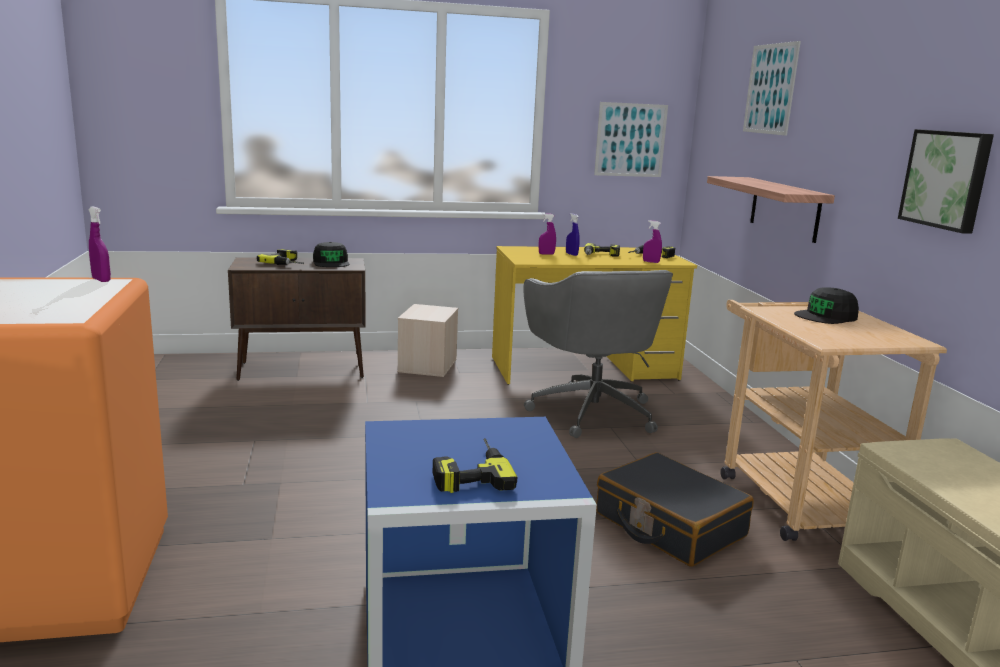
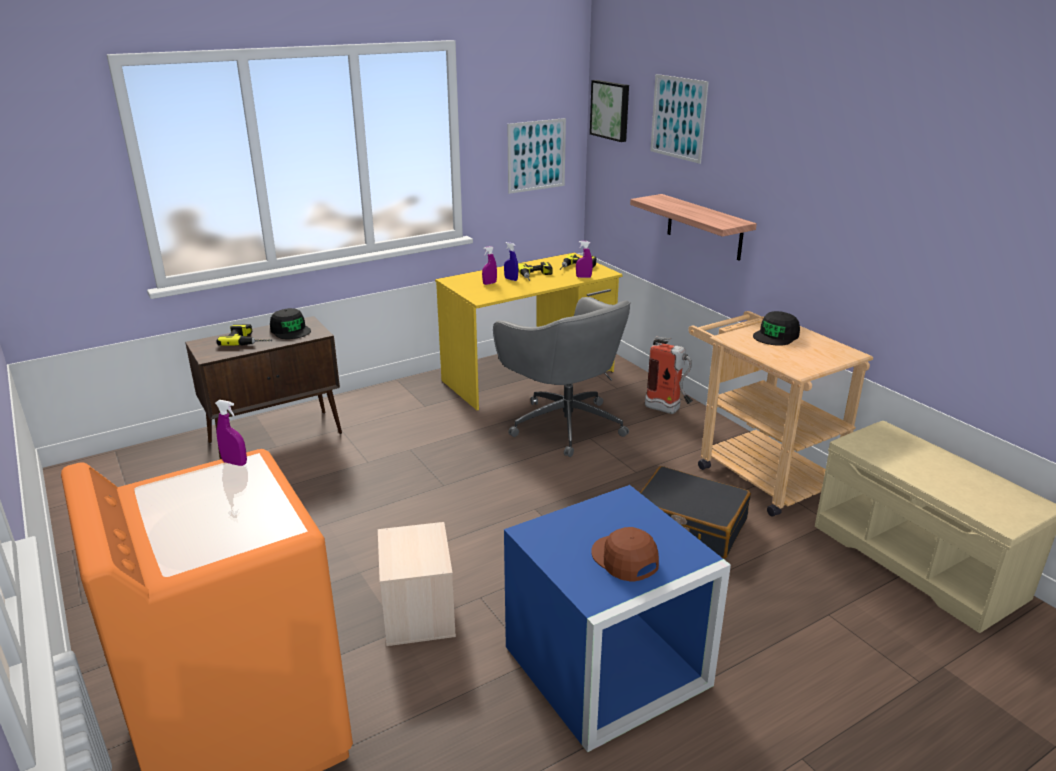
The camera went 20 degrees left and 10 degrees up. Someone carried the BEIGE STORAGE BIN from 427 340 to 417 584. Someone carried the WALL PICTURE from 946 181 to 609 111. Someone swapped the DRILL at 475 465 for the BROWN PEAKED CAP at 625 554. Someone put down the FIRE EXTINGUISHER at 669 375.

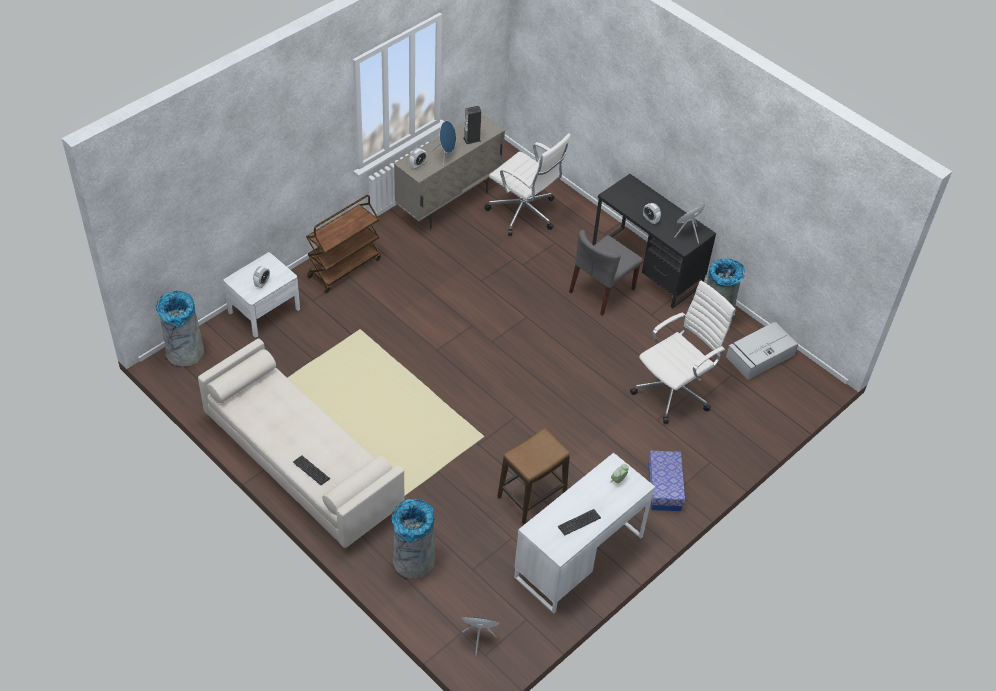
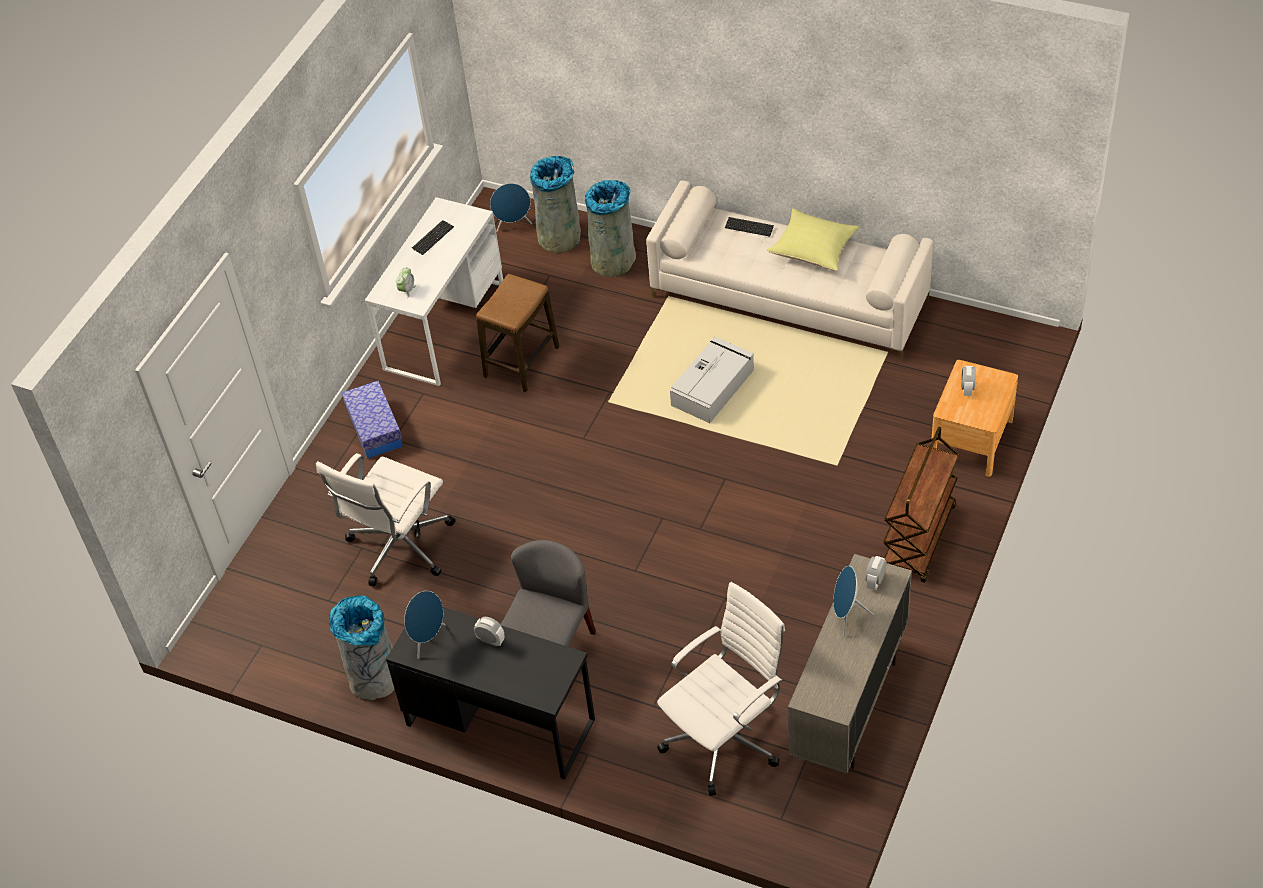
The camera went 165 degrees right and 0 degrees up. Someone carried the GREY RUBBISH BIN from 180 329 to 555 204. Someone rotated the WHITE-COLOURED OFFICE CHAIR at 527 184 by 120 degrees clockwise. Someone carried the GREY STORAGE BIN from 762 351 to 712 380. Someone put down the YELLOWISH PILLOW at 813 239. Someone repainted the WHITE-COLOURED BEDSIDE TABLE at 261 295, which became the BROWN BEDSIDE TABLE at 975 418. Someone took away the LOUDSPEAKER at 472 125.

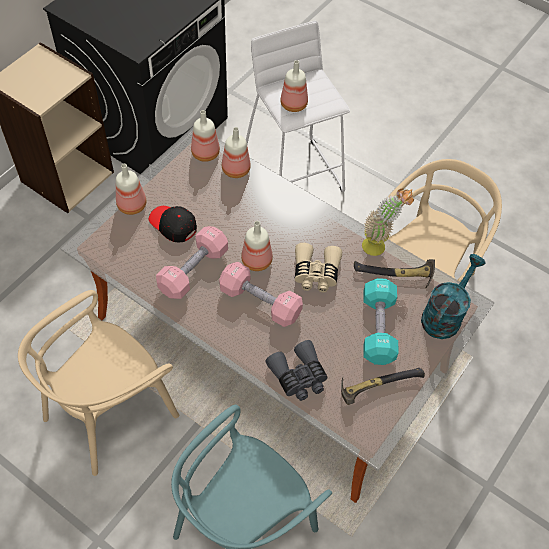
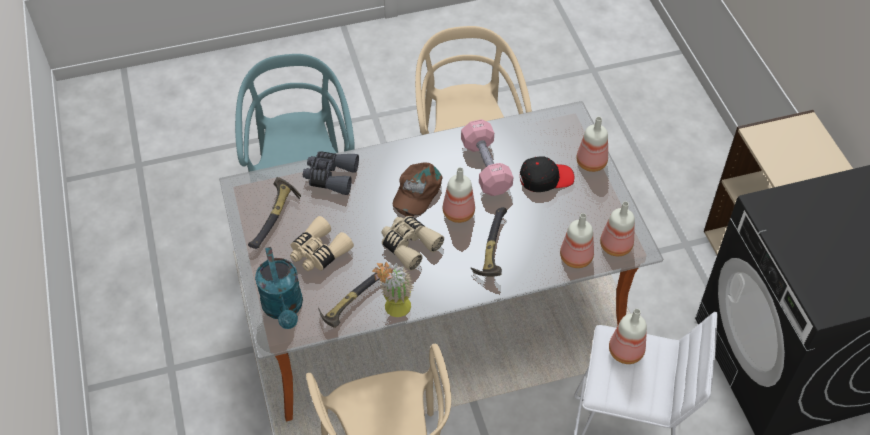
The camera went 130 degrees right and 5 degrees down. Someone swapped the BLUE-GREEN FREE WEIGHT at 381 321 for the BEIGE FIELD GLASSES at 322 243. Someone swapped the PINK FREE WEIGHT at 261 294 for the BROWN PEAKED CAP at 418 190. Someone put down the HAMMER at 489 242.

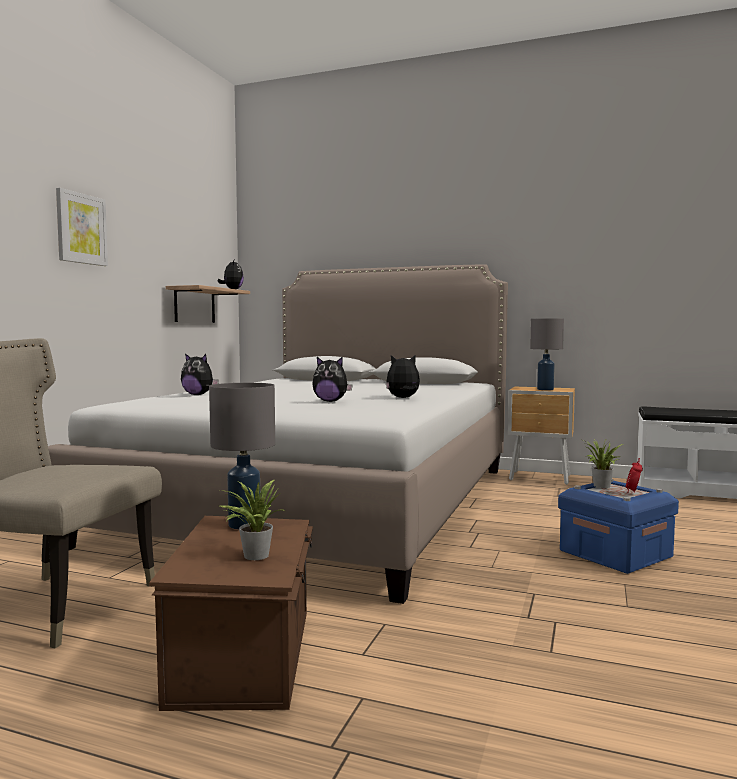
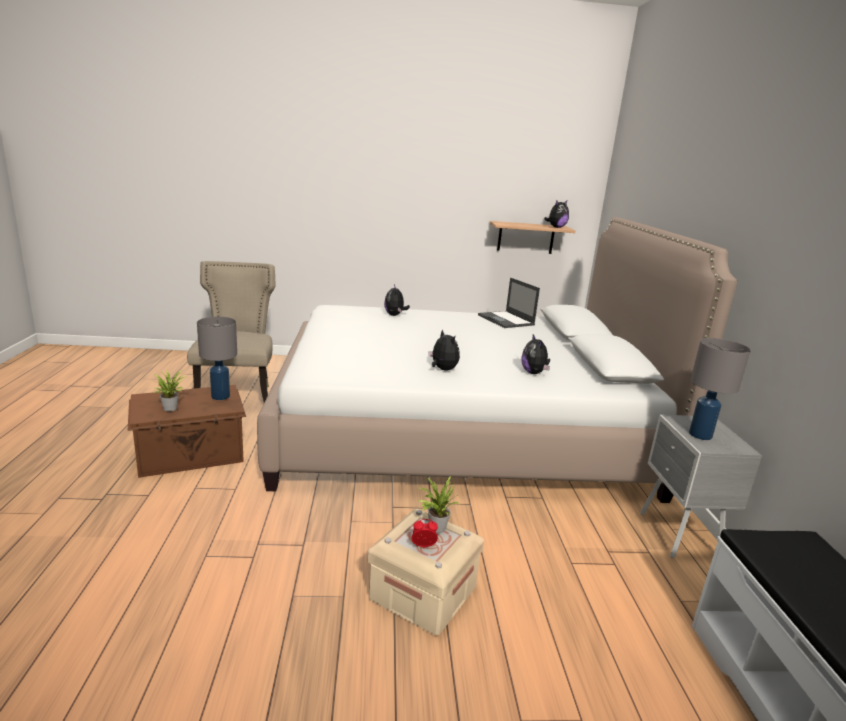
The camera went 65 degrees right and 15 degrees up. Someone repainted the BLUISH STORAGE BIN at 618 526, which became the BEIGE STORAGE BIN at 426 572. Someone put down the PORTABLE COMPUTER at 509 303. Someone carried the PLUSH TOY from 332 379 to 535 354. Someone repainted the BROWN BEDSIDE TABLE at 541 436, which became the GREY BEDSIDE TABLE at 701 486. Someone took away the WALL PICTURE at 82 227.

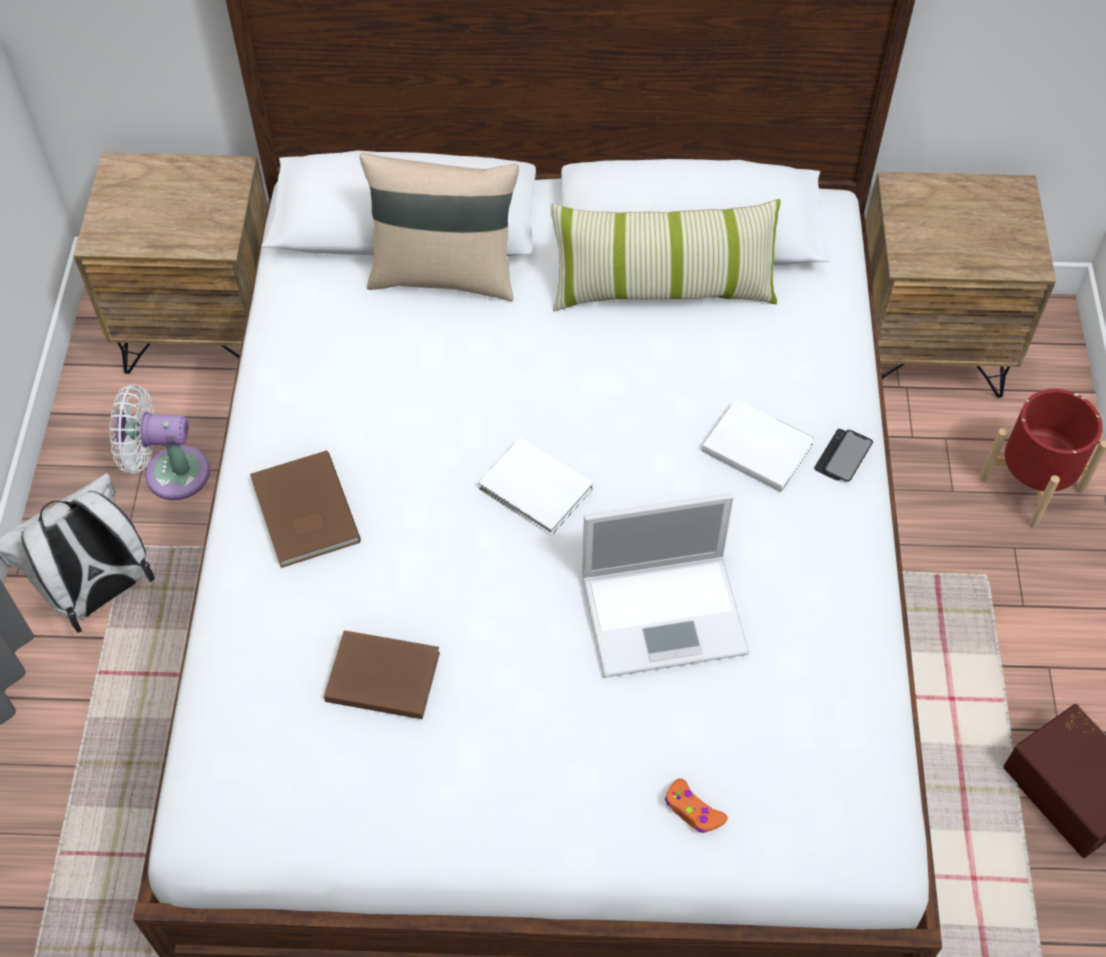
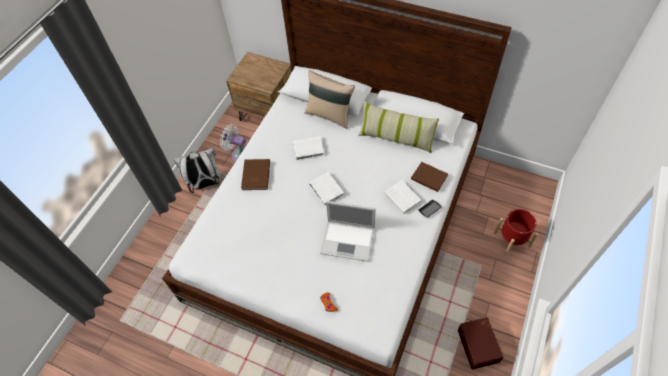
The camera went 25 degrees right and 0 degrees up. Someone put down the WHITE-COLOURED VOLUME at 308 148. Someone carried the BROWN VOLUME from 382 674 to 429 177. Someone took away the BROWN BEDSIDE TABLE at 961 285.

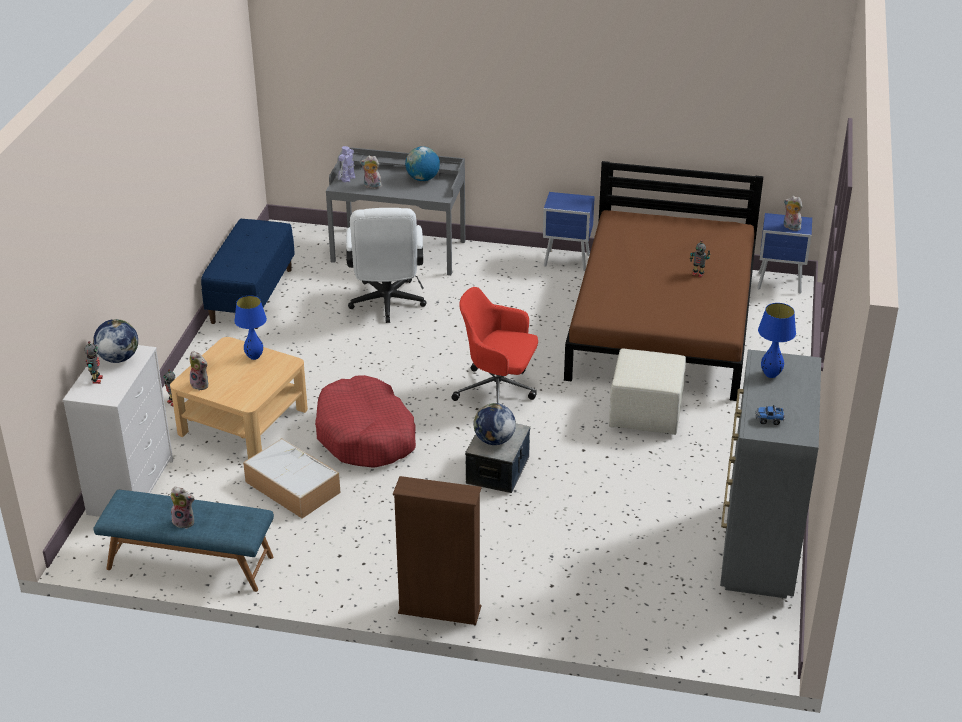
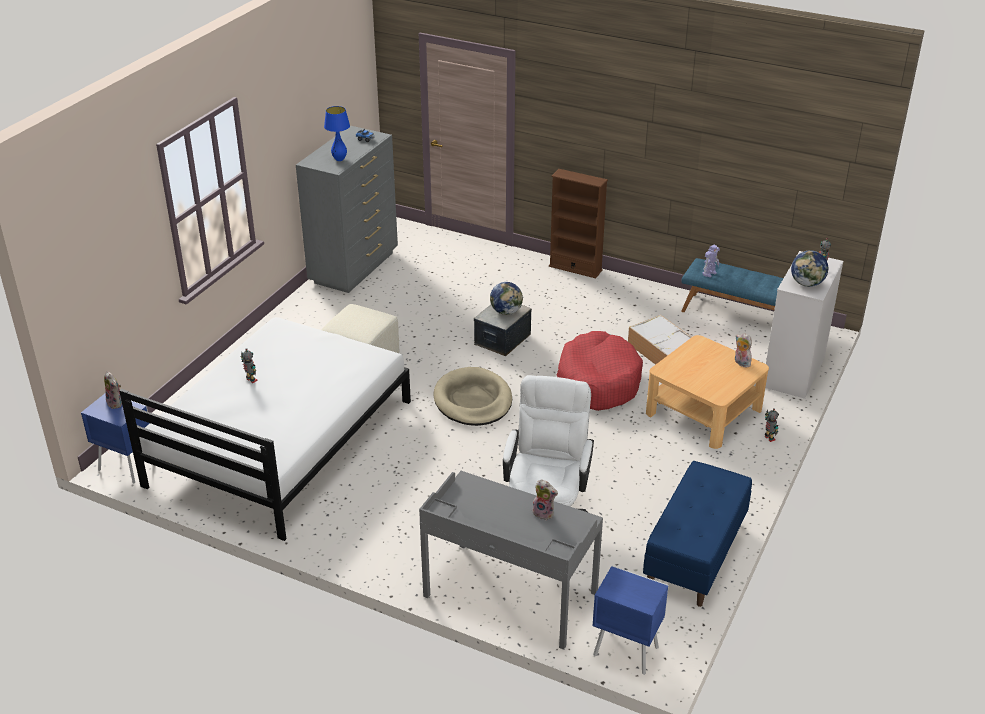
The camera went 165 degrees left and 0 degrees up. Someone repainted the BROWN BEDROOM BED at 664 281, which became the WHITE-COLOURED BEDROOM BED at 265 429. Someone swapped the RED-COLOURED OFFICE CHAIR at 494 345 for the BEIGE PET BED at 472 396. Someone carried the BLUISH BEDSIDE TABLE from 569 231 to 631 620. Someone carried the MODEL ROBOT from 347 164 to 711 261. Someone took away the PLUSH TOY at 182 507. Someone took away the BLUISH TABLE LAMP at 250 328. Someone took away the WORLD GLOBE at 422 163.

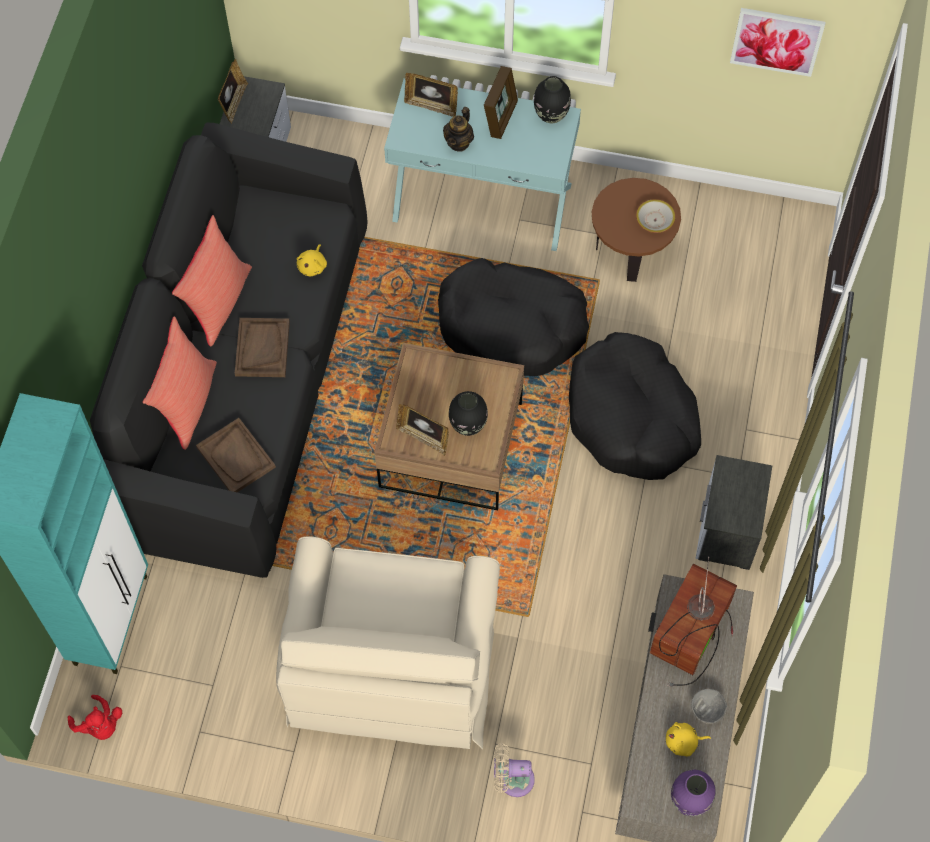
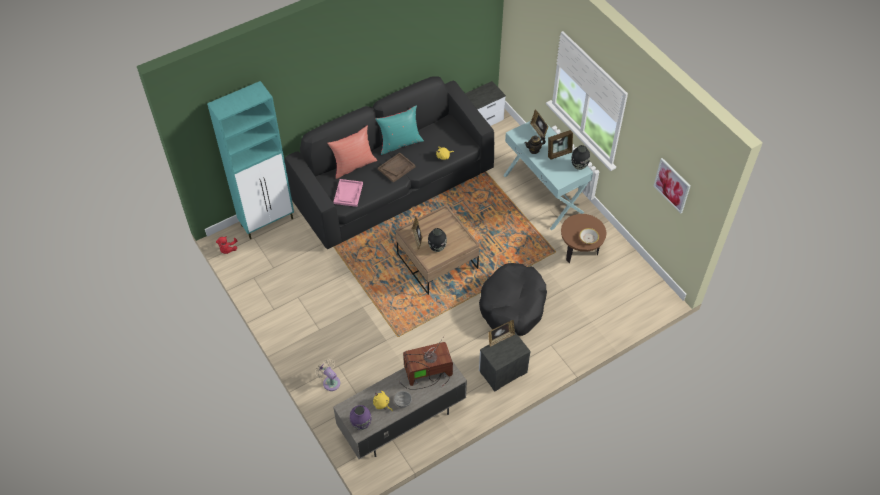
The camera went 45 degrees right and 10 degrees down. Someone repainted the BROWN SERVING TRAY at 236 455, which became the PINK SERVING TRAY at 348 193. Someone repainted the RED-COLOURED PILLOW at 212 281, which became the BLUE-GREEN PILLOW at 399 130. Someone carried the PHOTO FRAME from 233 91 to 501 333. Someone took away the BEIGE LOUNGE CHAIR at 388 643. Someone took away the BLACK PET BED at 513 317.

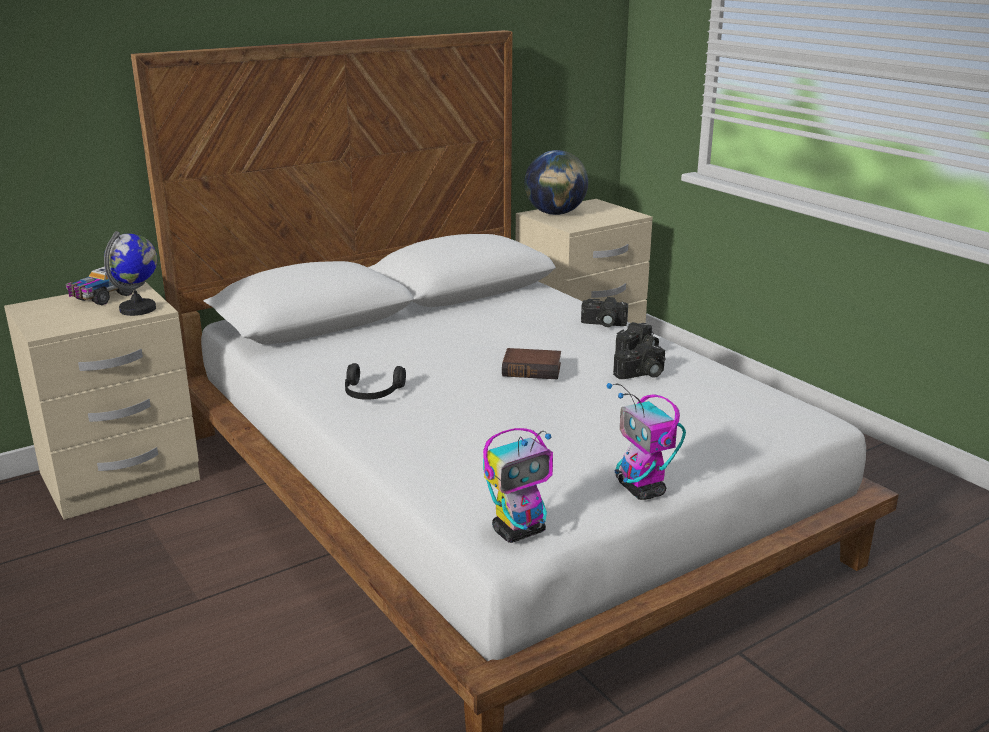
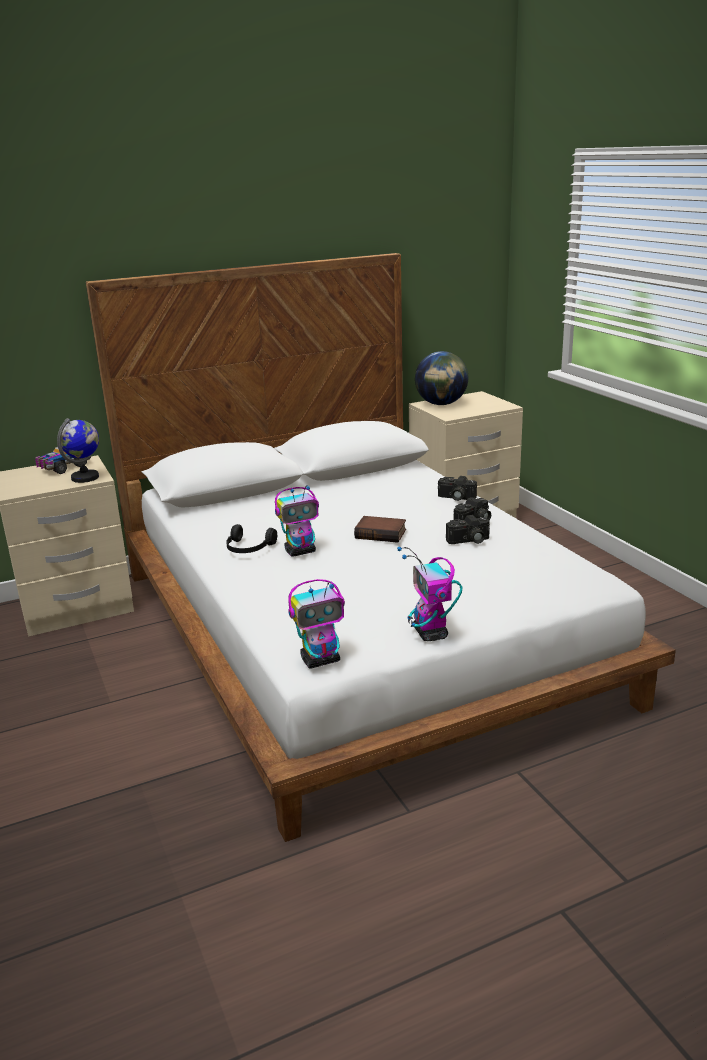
The camera went 10 degrees right and 0 degrees up. Someone put down the MODEL ROBOT at 297 521.

